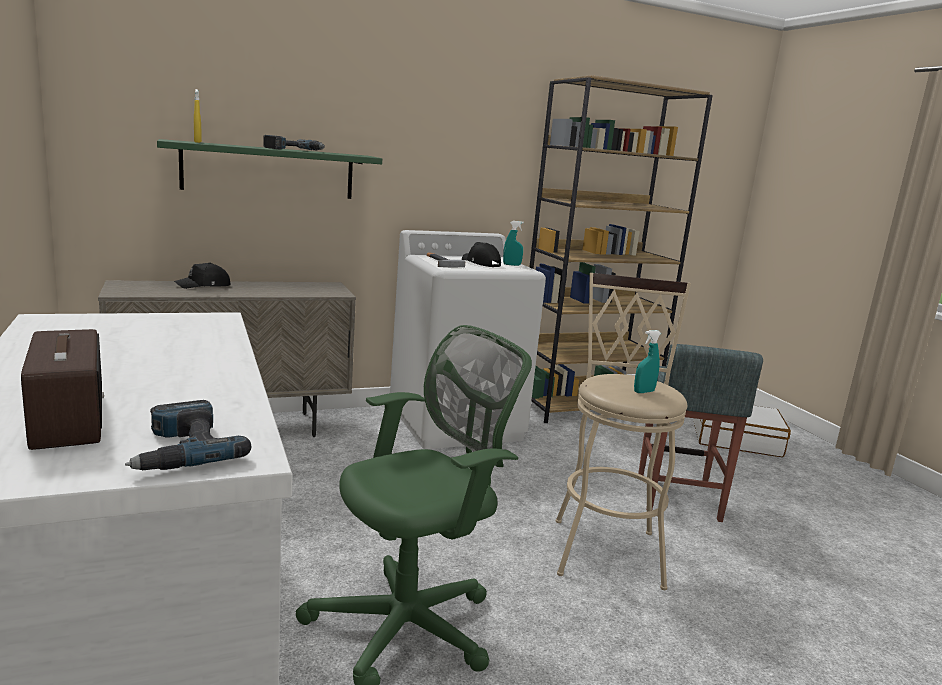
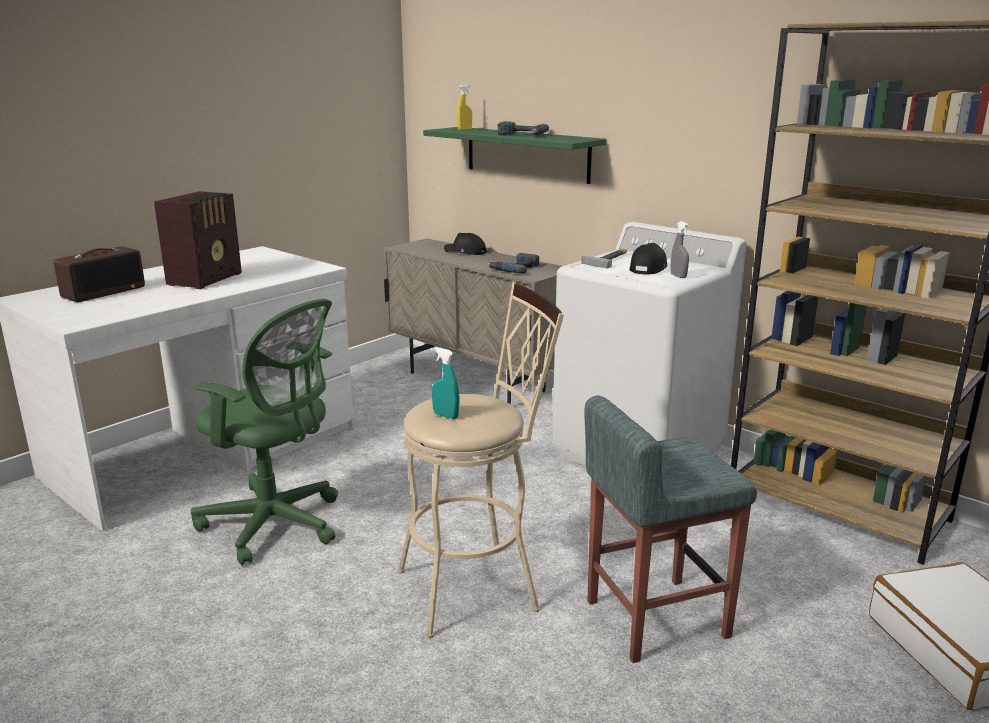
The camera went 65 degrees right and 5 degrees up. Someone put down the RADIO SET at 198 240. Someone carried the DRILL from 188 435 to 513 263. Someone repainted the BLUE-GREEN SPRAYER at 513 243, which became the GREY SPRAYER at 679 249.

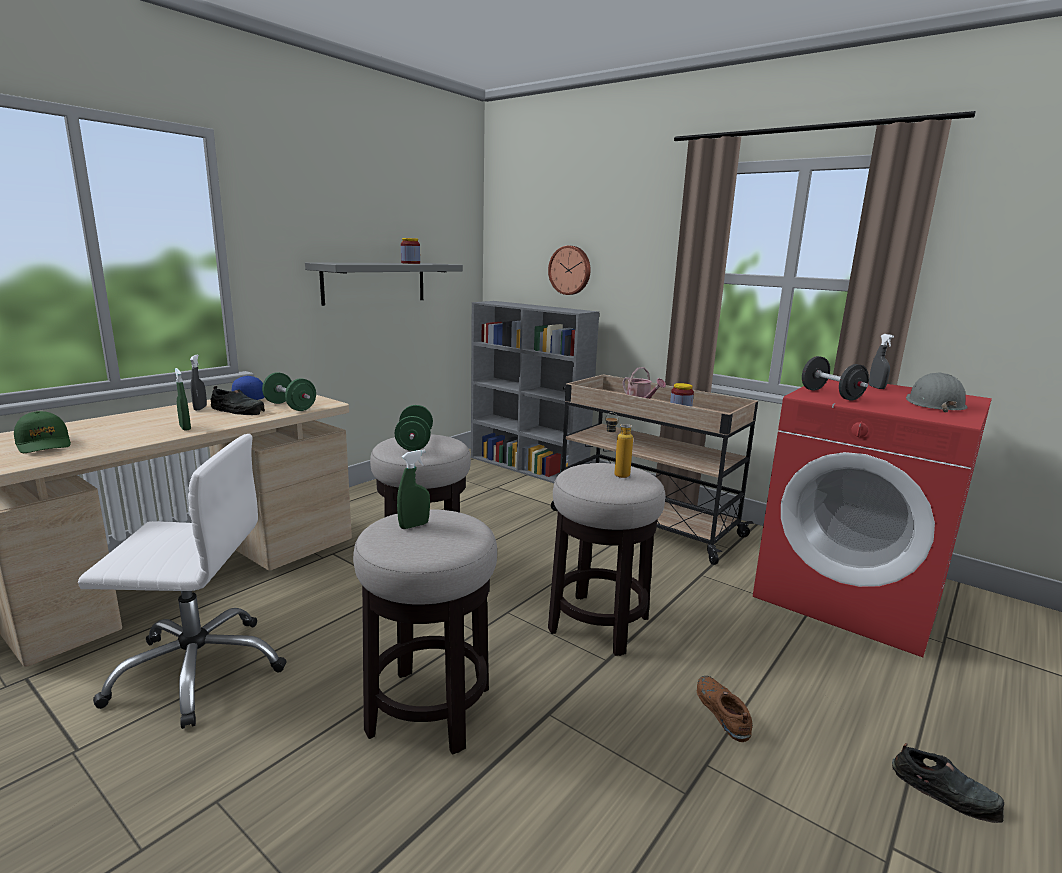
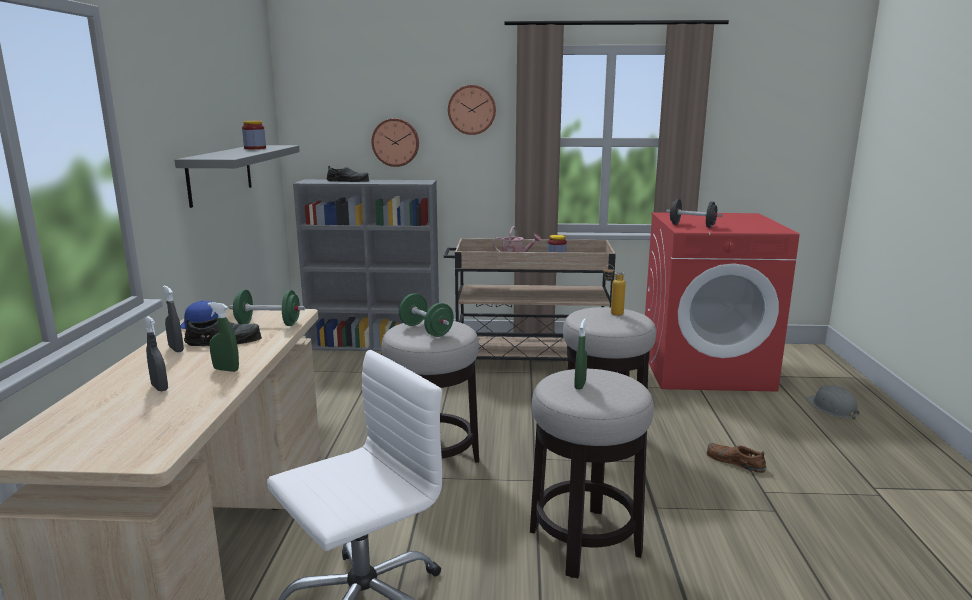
The camera went 35 degrees left and 0 degrees up. Someone carried the GREY SPRAYER from 881 361 to 156 353. Someone carried the BLACK SHOE from 948 783 to 347 173. Someone put up the WALL CLOCK at 472 110. Someone carried the GREY WORK HELMET from 936 392 to 833 402. Someone took away the GREEN PEAKED CAP at 42 432.

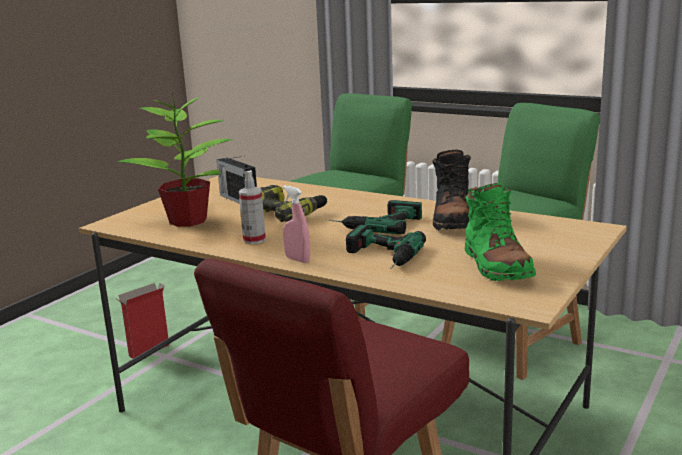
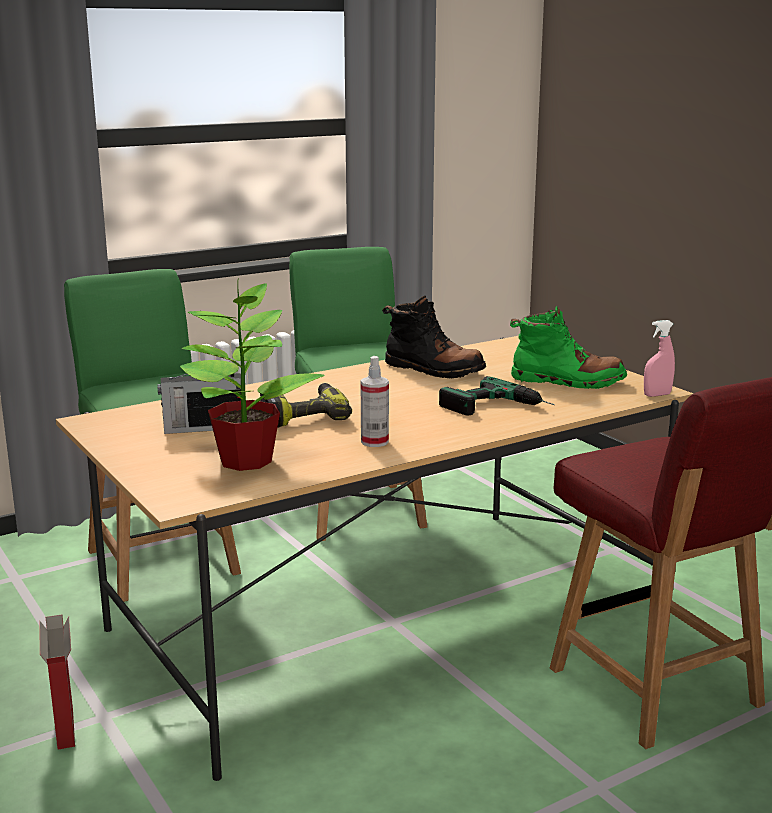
The camera went 65 degrees left and 0 degrees up. Someone carried the PINK SPRAYER from 296 224 to 659 358. Someone took away the DRILL at 375 217.

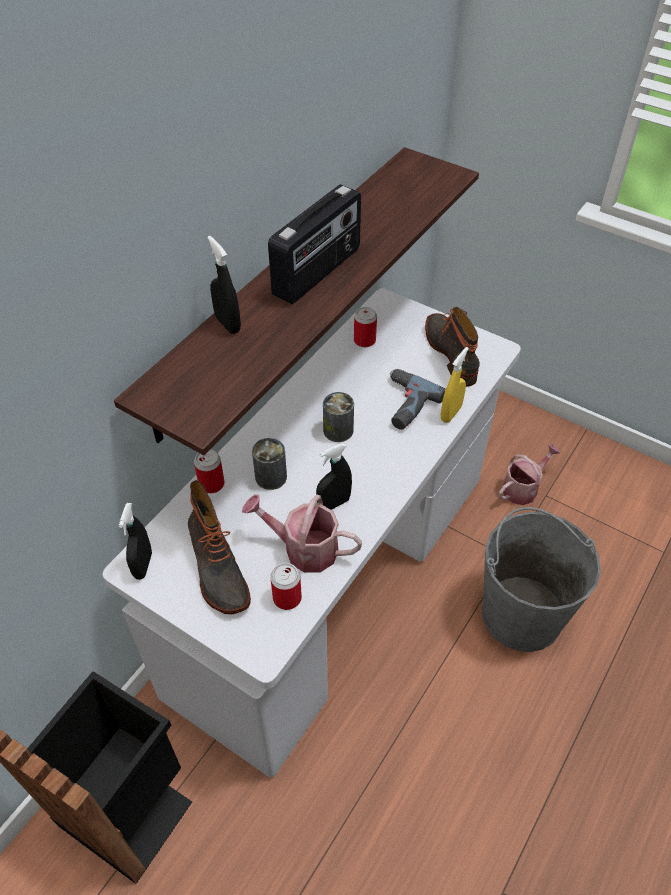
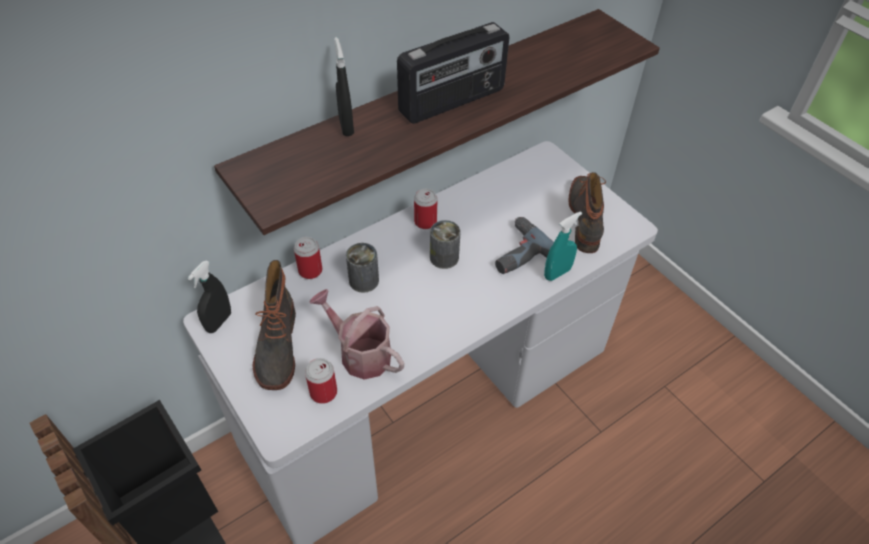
The camera went 20 degrees right and 0 degrees up. Someone carried the SEALED CAN from 365 327 to 426 209. Someone repainted the YELLOWISH SPRAYER at 455 385, which became the BLUE-GREEN SPRAYER at 563 246. Someone took away the BLACK SPRAYER at 334 476. Someone took away the GREY BUCKET at 541 579. Someone took away the WATERING POT at 529 474.

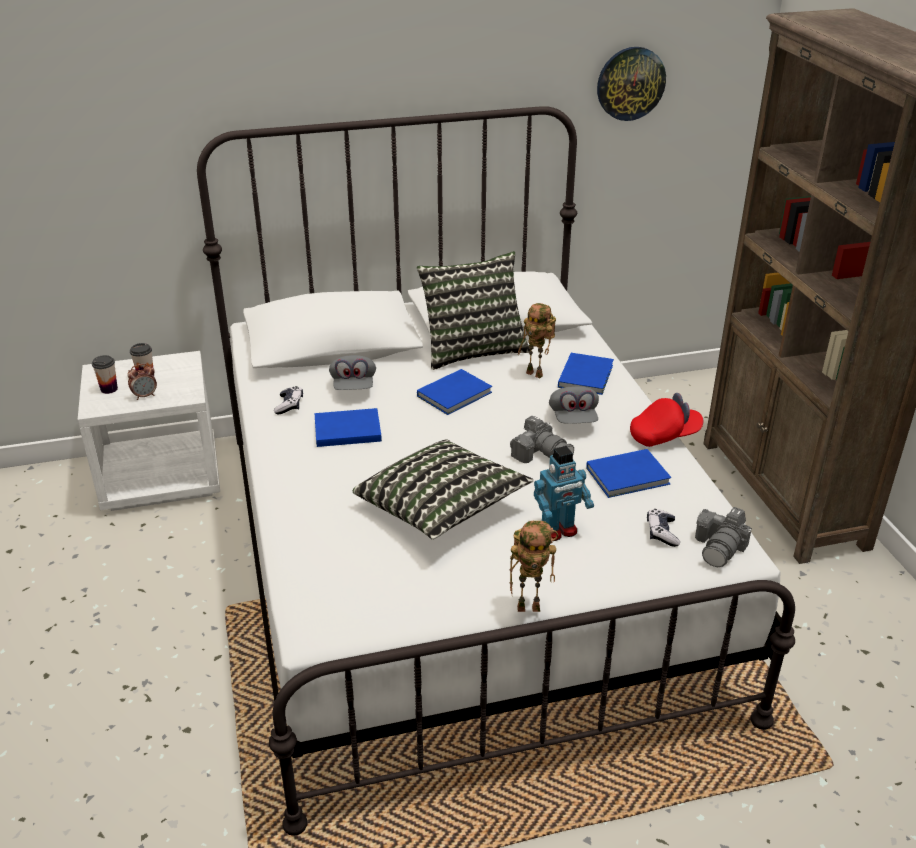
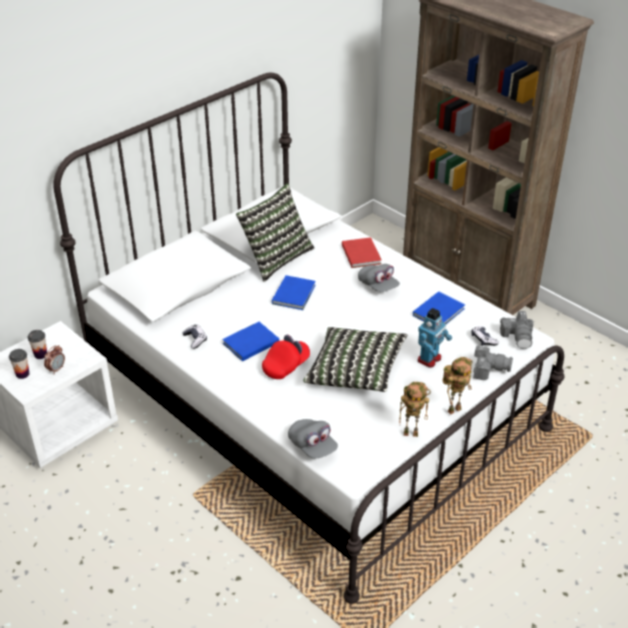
The camera went 30 degrees left and 5 degrees up. Someone carried the RED-COLOURED PEAKED CAP from 667 420 to 286 357. Someone carried the GREY PEAKED CAP from 352 372 to 313 438. Someone repainted the BLUISH VOLUME at 586 374, which became the RED-COLOURED VOLUME at 361 252. Someone carried the MODEL ROBOT from 537 340 to 415 409. Someone carried the PHOTO CAMERA from 542 439 to 493 363. Someone took away the WALL CLOCK at 631 84.

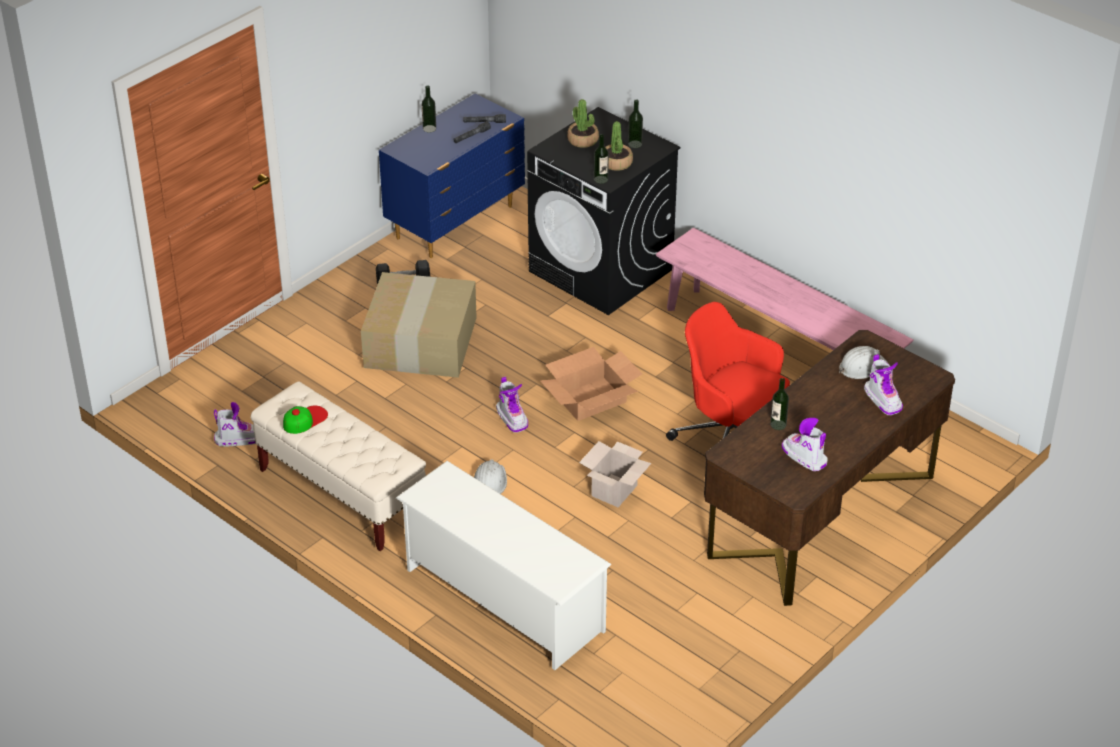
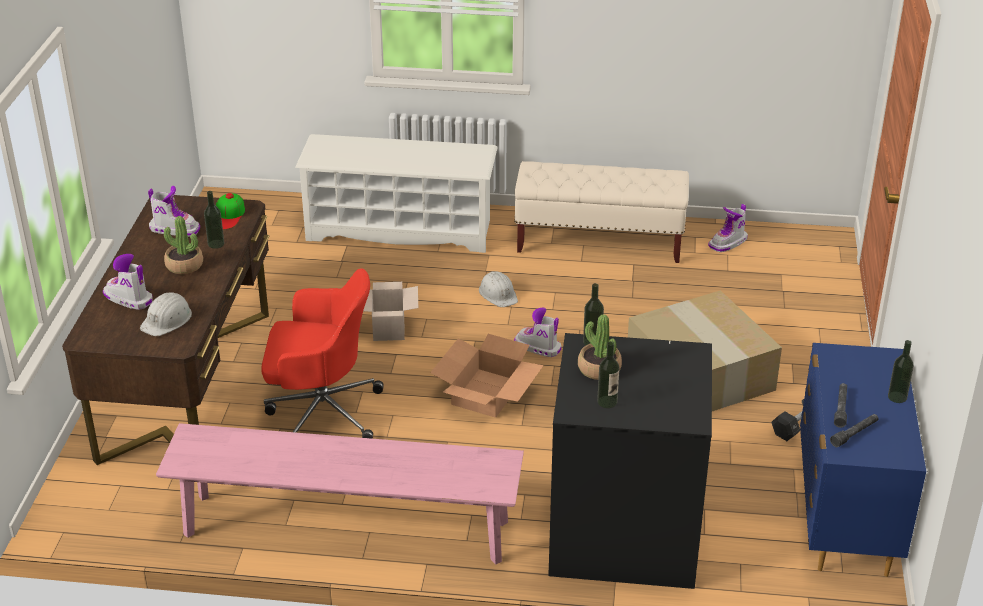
The camera went 145 degrees right and 5 degrees down. Someone carried the PLANT IN A POT from 583 123 to 183 245. Someone carried the PEAKED CAP from 305 420 to 230 211.

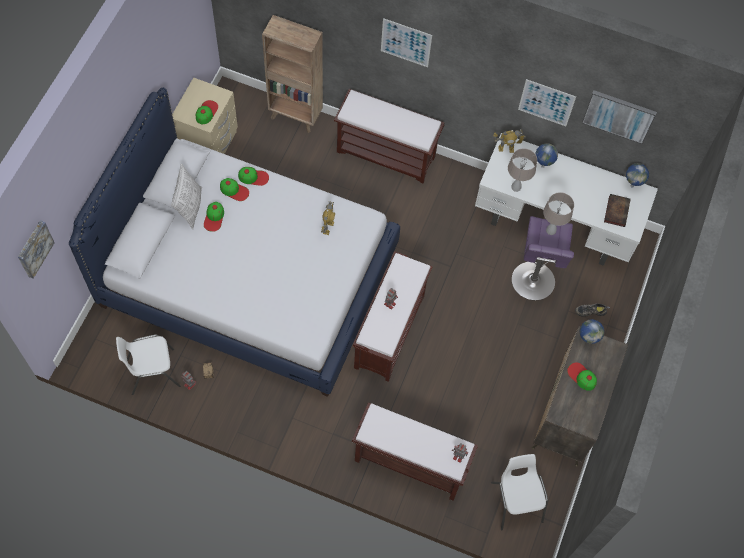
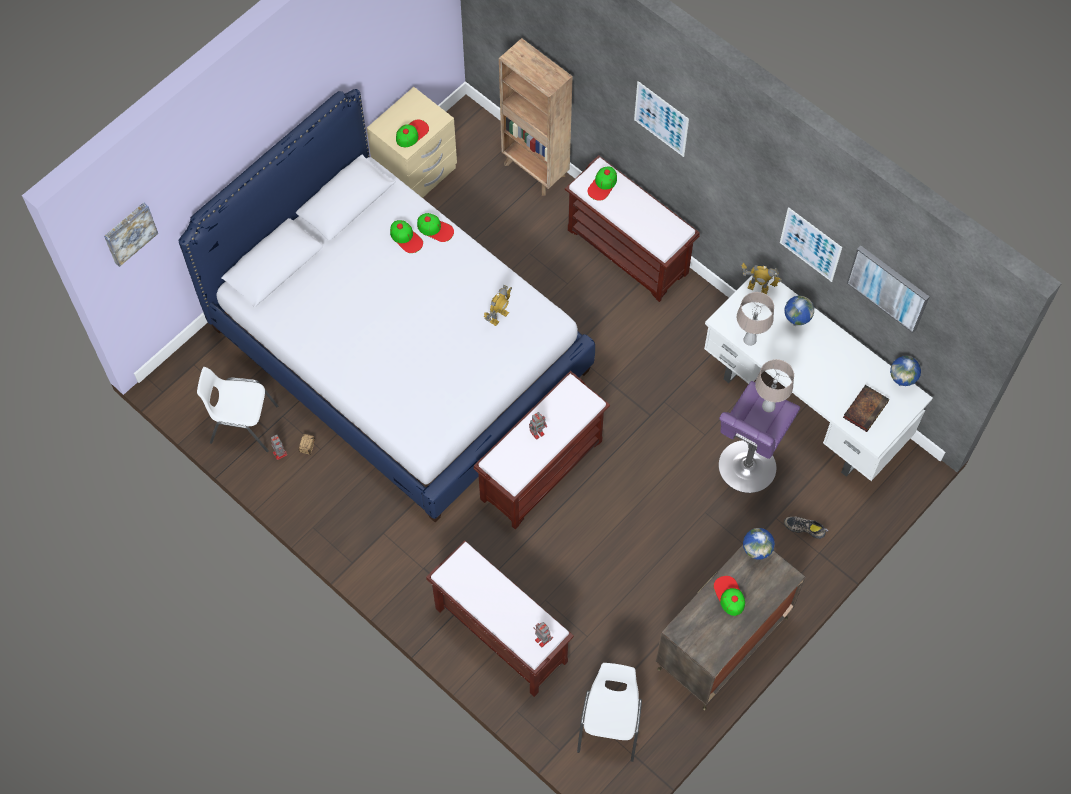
The camera went 25 degrees right and 0 degrees up. Someone carried the PEAKED CAP from 214 217 to 602 184. Someone took away the PILLOW at 186 196.

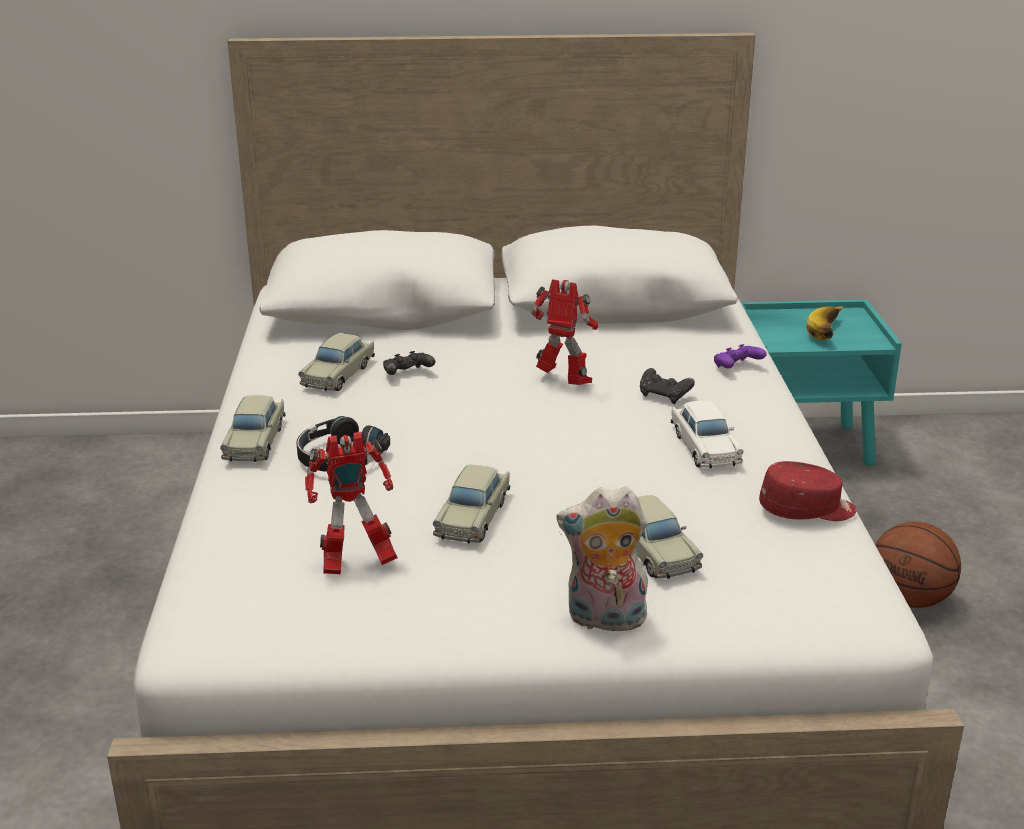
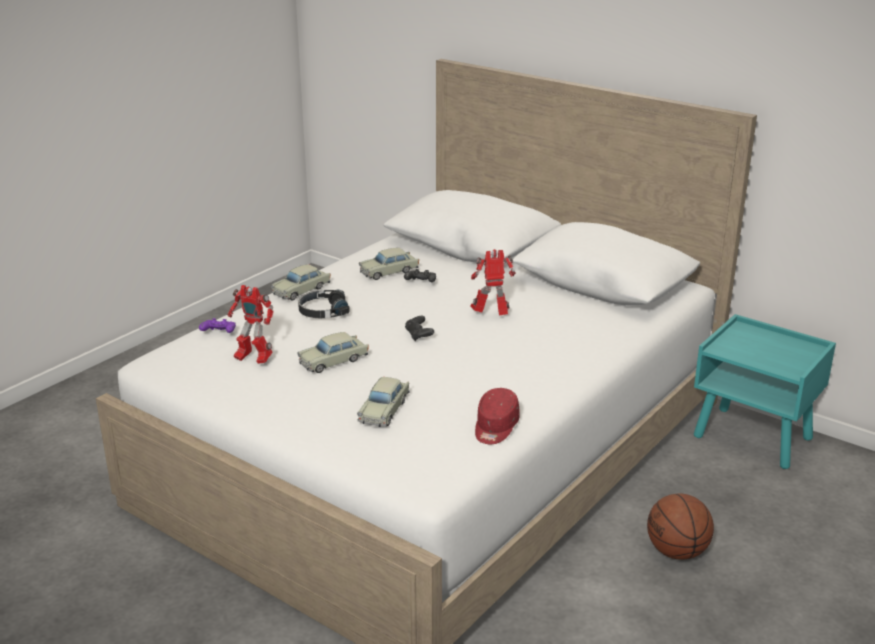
The camera went 40 degrees right and 0 degrees up. Someone carried the PURPLISH JOYPAD from 740 356 to 217 325. Someone carried the BLACK JOYPAD from 667 386 to 419 328. Someone rotated the MODEL ROBOT at 564 332 by 75 degrees counterclockwise. Someone rotated the RED-COLOURED PEAKED CAP at 808 491 by 75 degrees clockwise. Someone took away the PLUSH TOY at 602 561. Someone took away the WHITE-COLOURED MODEL CAR at 707 434. Someone took away the WHOLE BANANA at 824 323.

